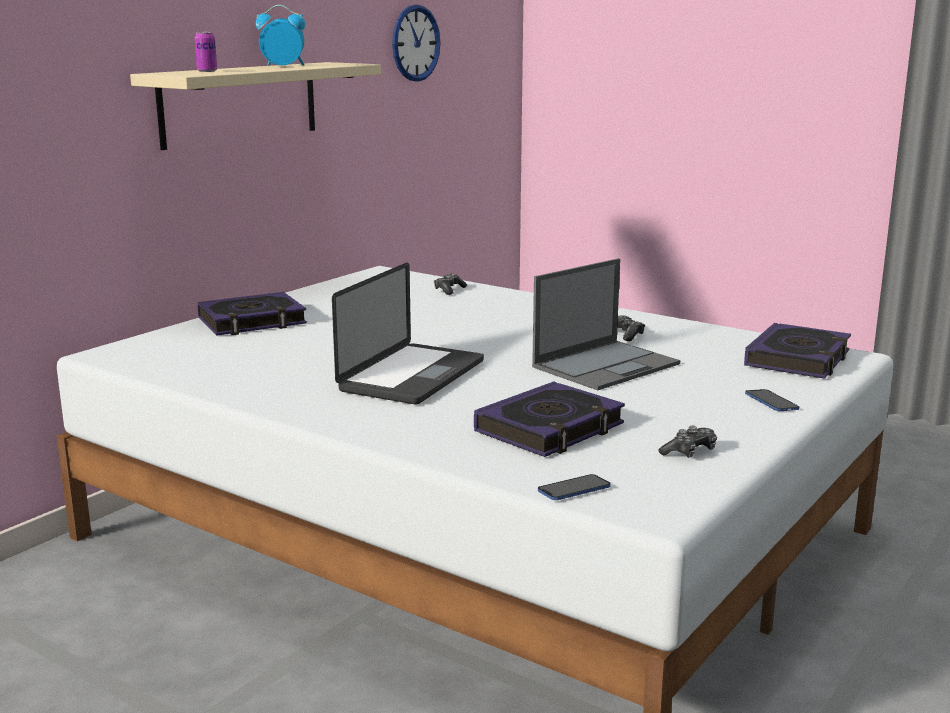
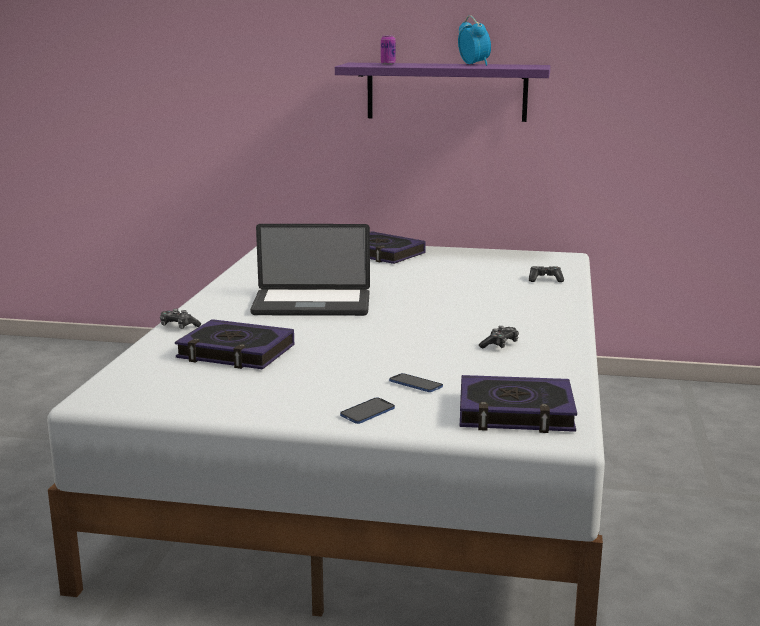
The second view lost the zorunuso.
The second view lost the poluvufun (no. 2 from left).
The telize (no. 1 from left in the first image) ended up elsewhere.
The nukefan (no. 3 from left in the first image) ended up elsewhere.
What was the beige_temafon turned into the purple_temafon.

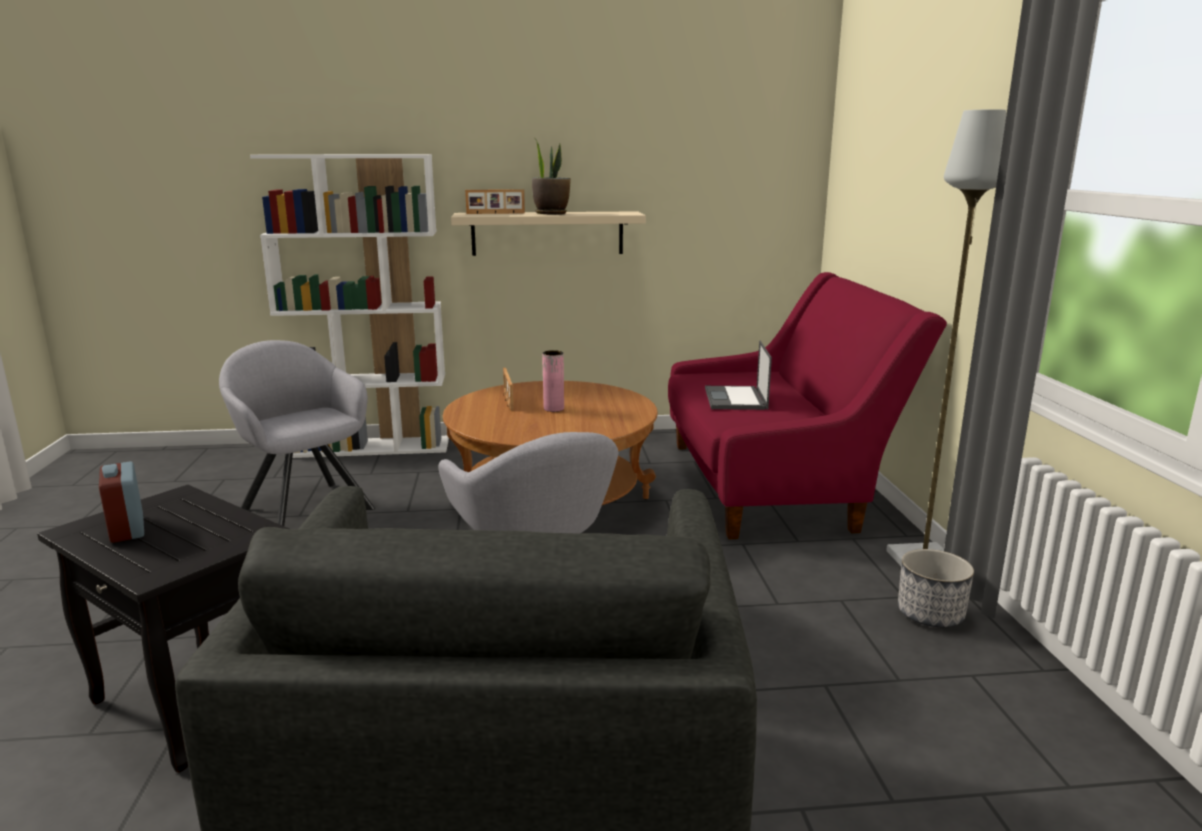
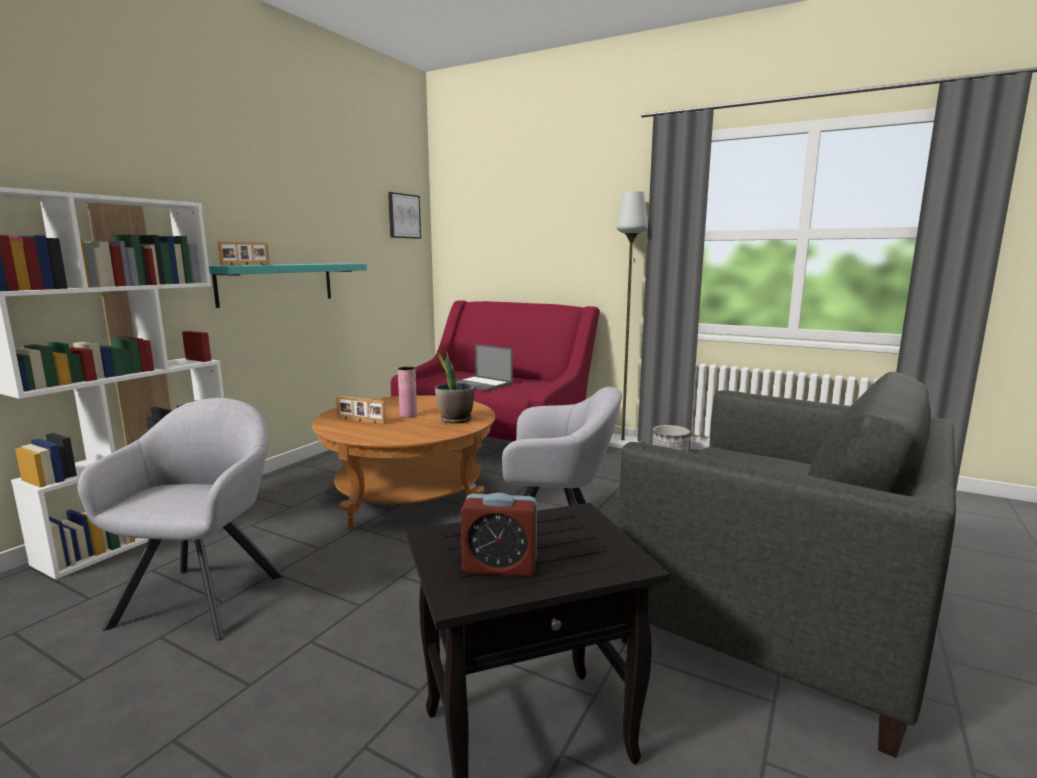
The second view gained the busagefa.
The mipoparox ended up elsewhere.
What was the beige_temafon turned into the turquoise_temafon.
The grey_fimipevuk (no. 1 from left) ended up facing another way, 105 degrees clockwise from before.

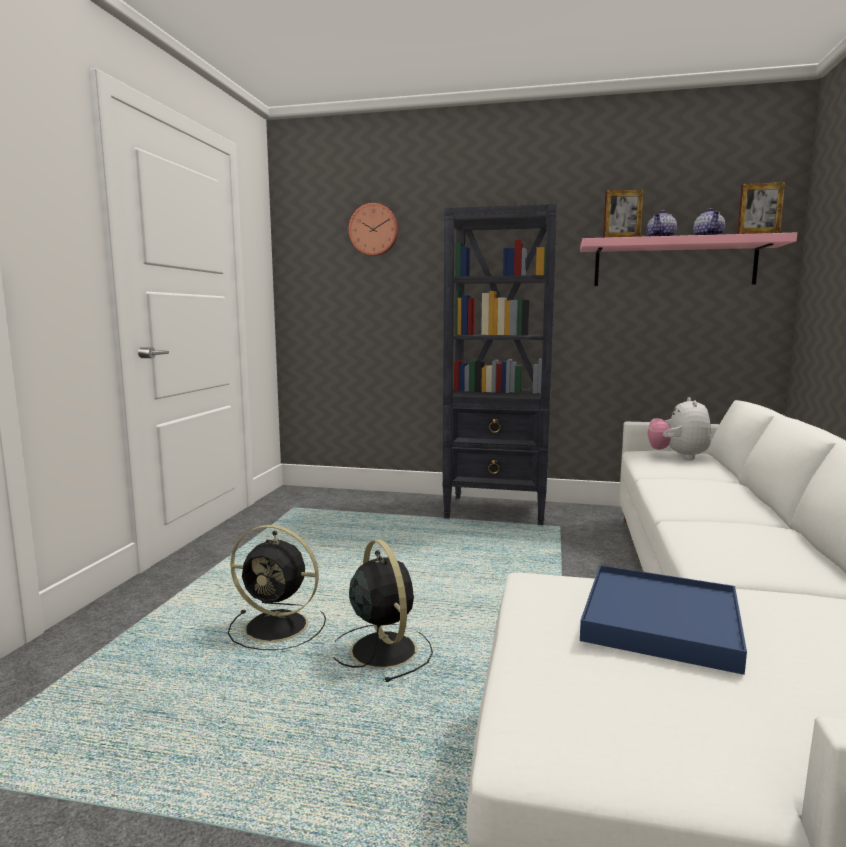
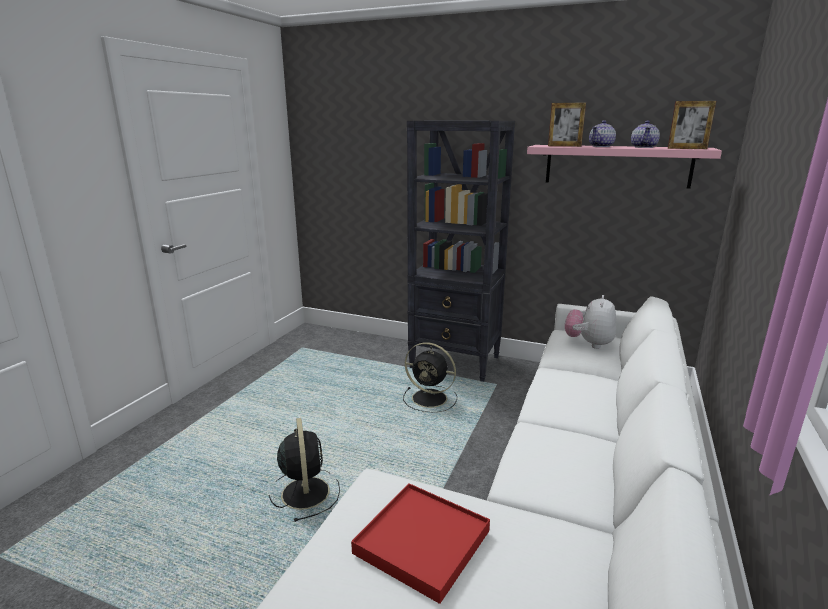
The second view lost the zorunuso.
The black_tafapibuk (no. 1 from left in the first image) ended up elsewhere.
What was the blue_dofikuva turned into the red_dofikuva.

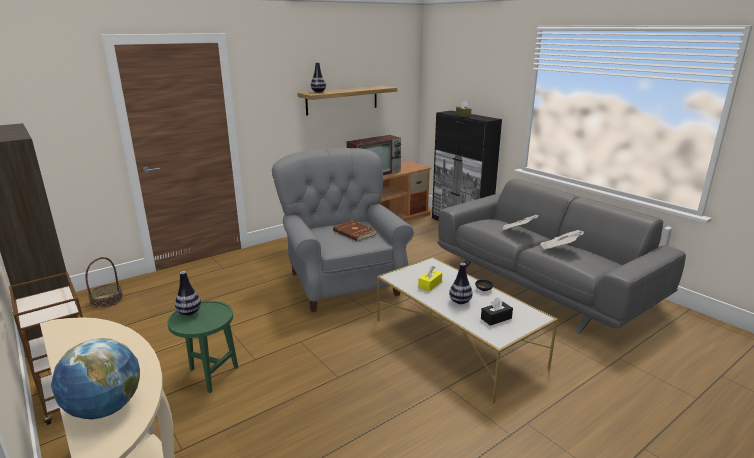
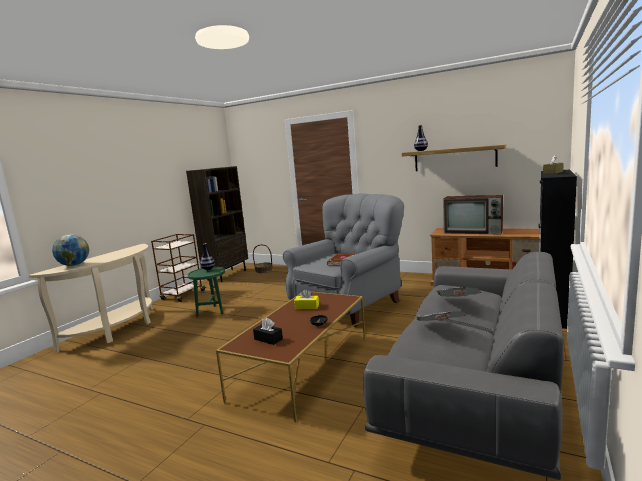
The second view lost the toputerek (no. 3 from left).
What was the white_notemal turned into the brown_notemal.

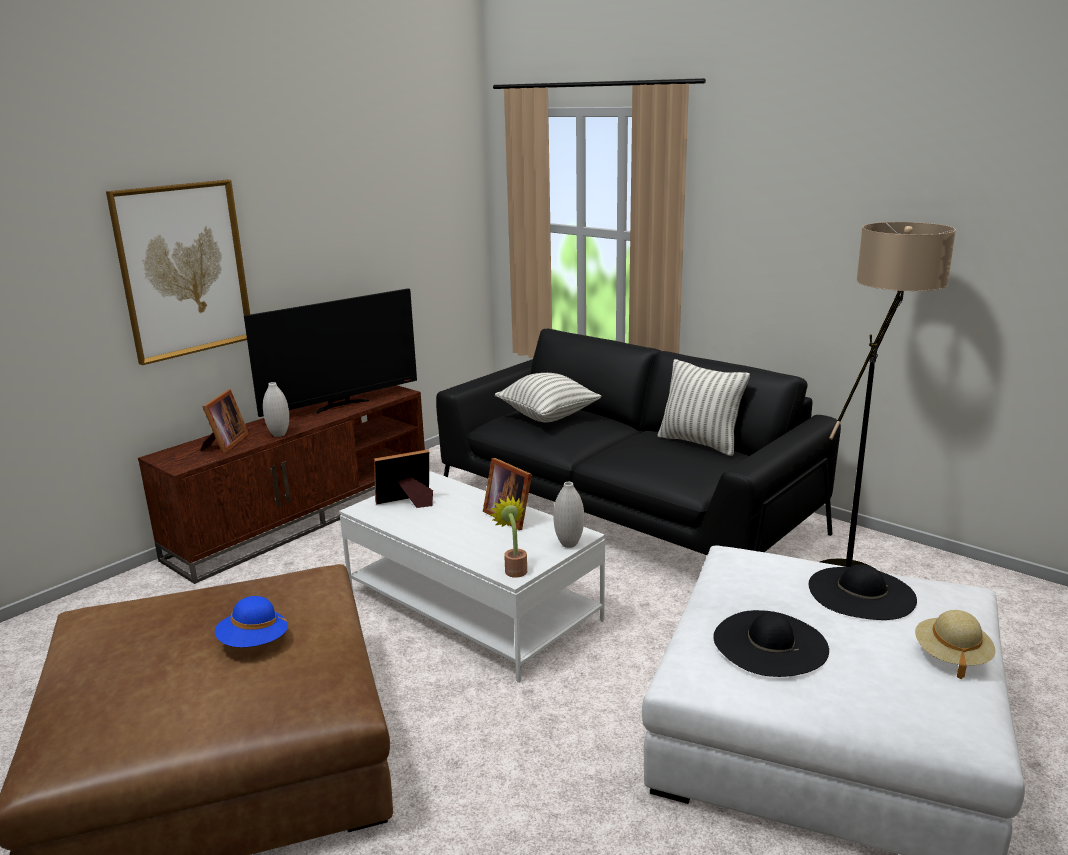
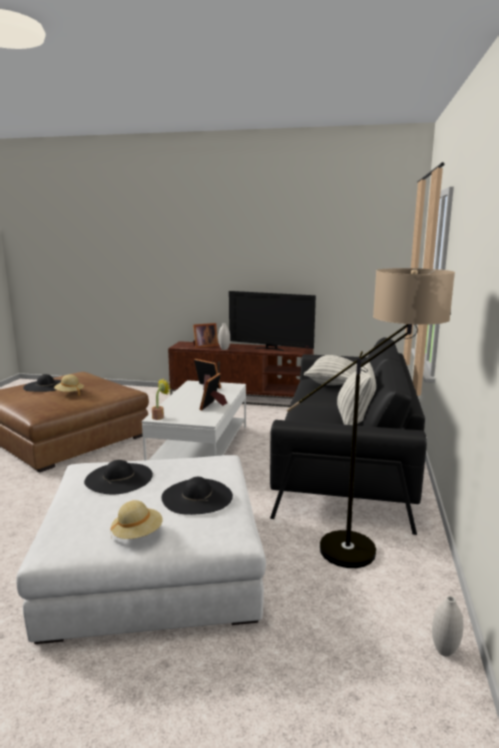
The second view lost the busagefa.
The second view gained the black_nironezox (no. 1 from left).
The white_toputerek (no. 2 from left) ended up elsewhere.
What was the blue_nironezox turned into the beige_nironezox (no. 1 from left).

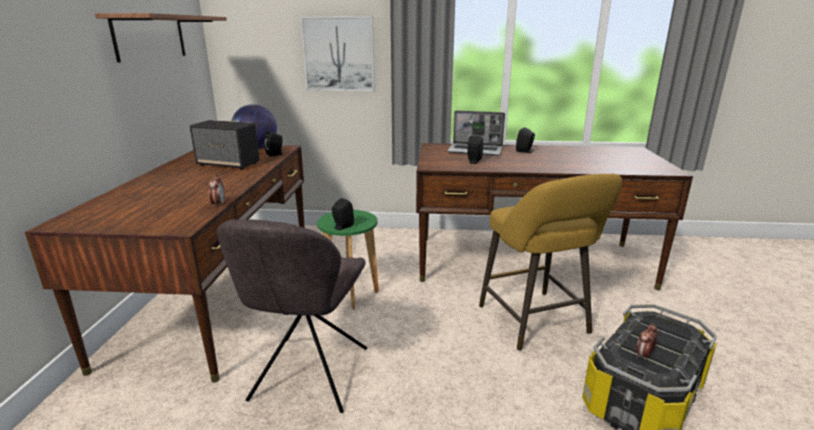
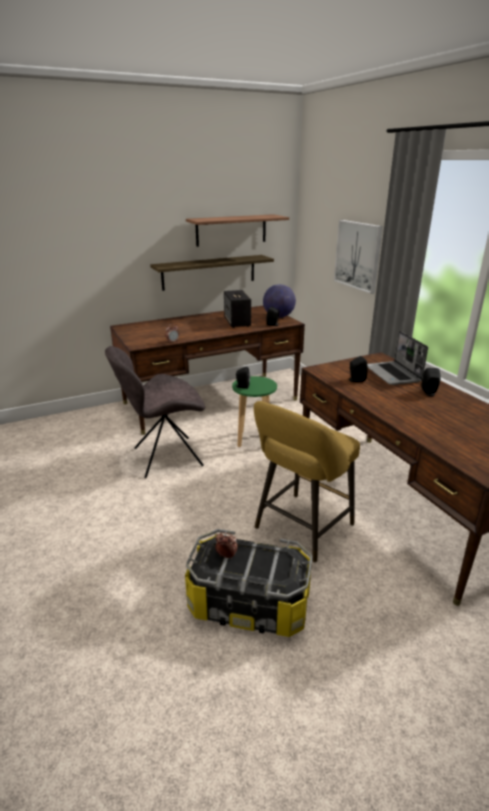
The second view gained the temafon (no. 1 from left).

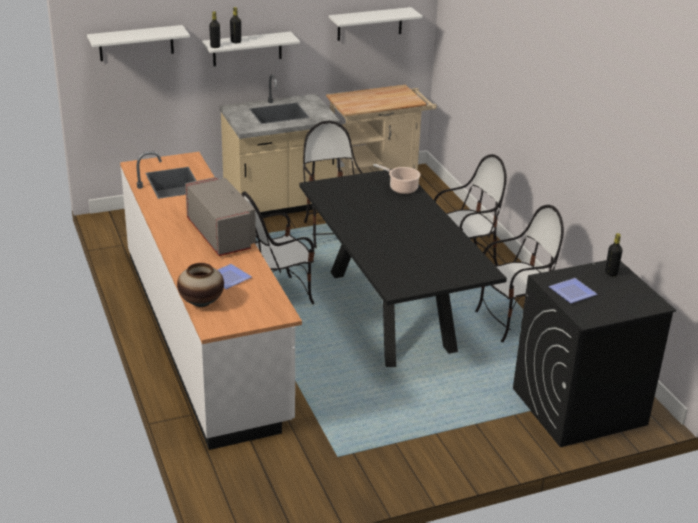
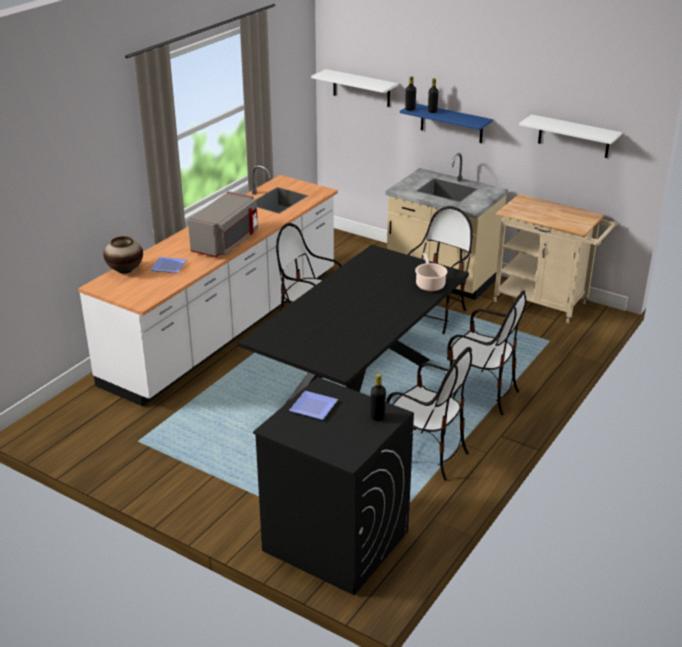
What was the white_temafon (no. 2 from left) turned into the blue_temafon.

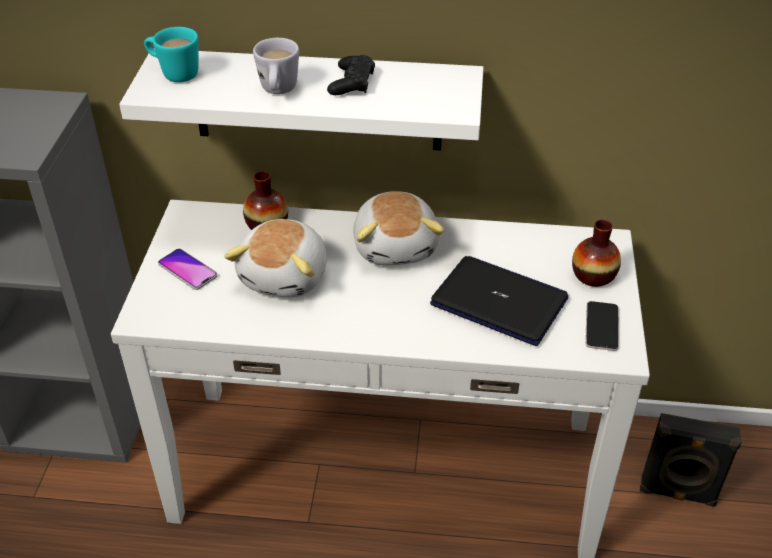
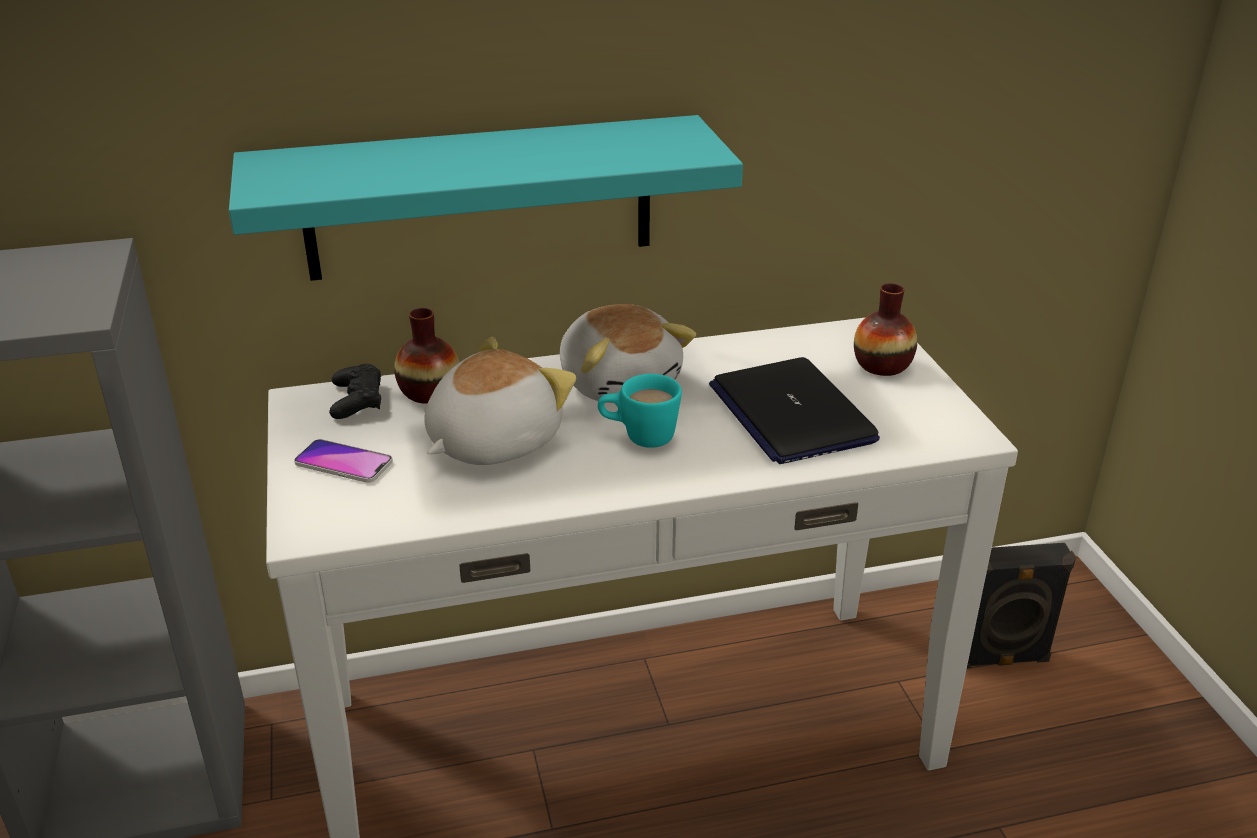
The second view lost the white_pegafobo.
The second view lost the telize (no. 2 from left).
The turquoise_pegafobo ended up elsewhere.
The black_nukefan ended up elsewhere.
What was the white_temafon turned into the turquoise_temafon.
The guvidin (no. 1 from left) ended up facing another way, 135 degrees counterclockwise from before.
The poluvufun ended up facing another way, 120 degrees counterclockwise from before.

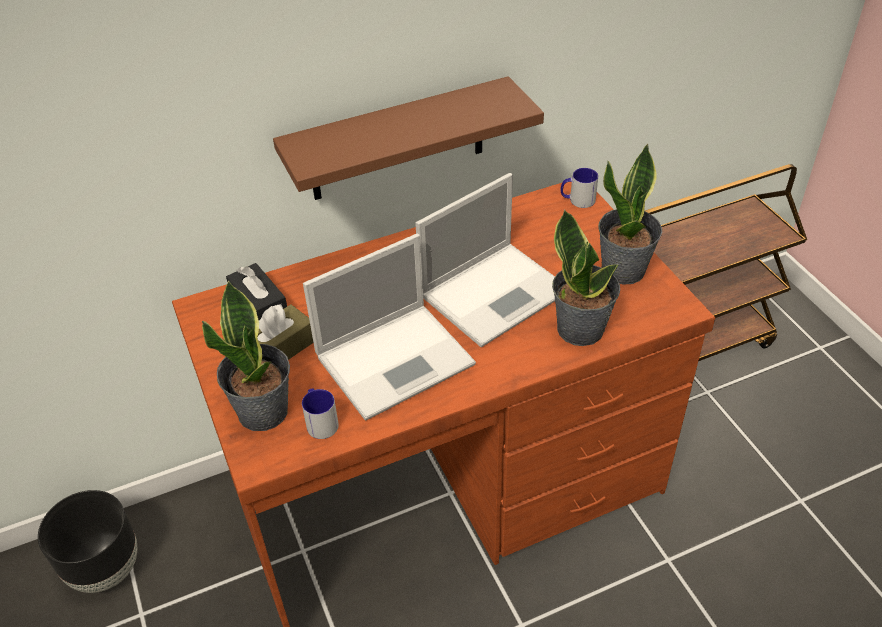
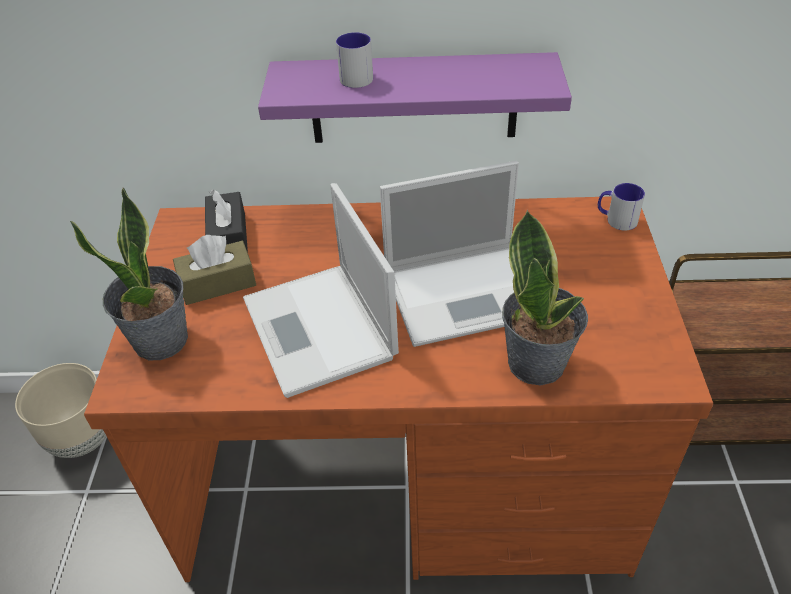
The second view lost the mipoparox (no. 3 from left).
The pegafobo (no. 1 from left) ended up elsewhere.
What was the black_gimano turned into the beige_gimano.
What was the brown_temafon turned into the purple_temafon.
The poluvufun (no. 1 from left) ended up facing another way, 75 degrees clockwise from before.

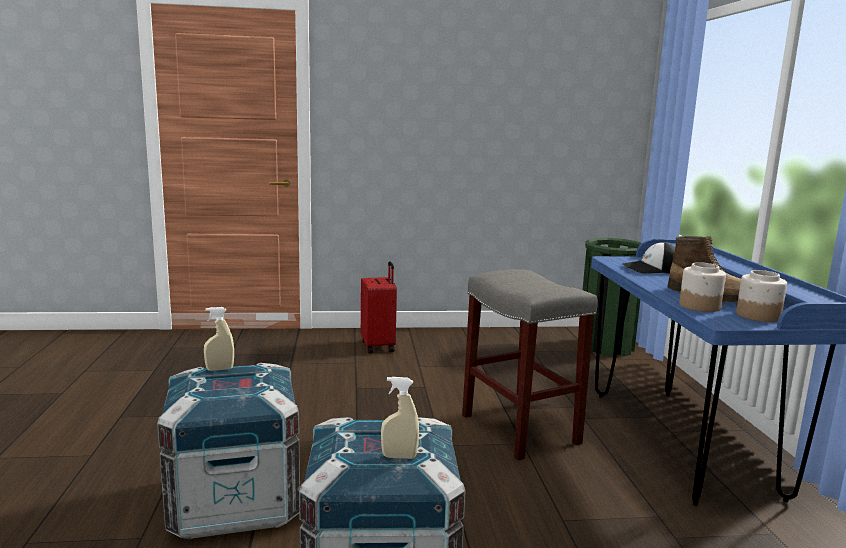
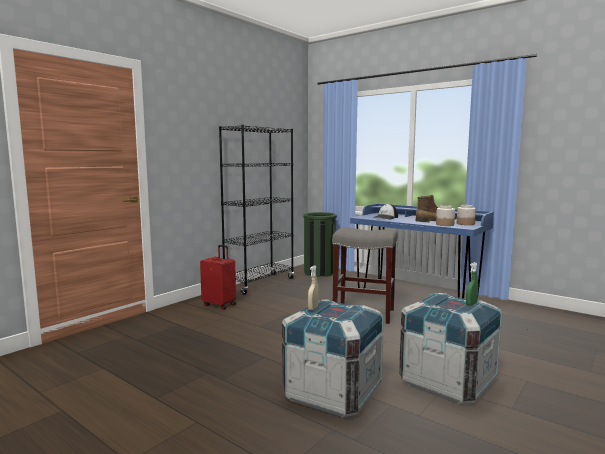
The second view gained the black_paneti.
What was the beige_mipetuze (no. 2 from left) turned into the green_mipetuze.

